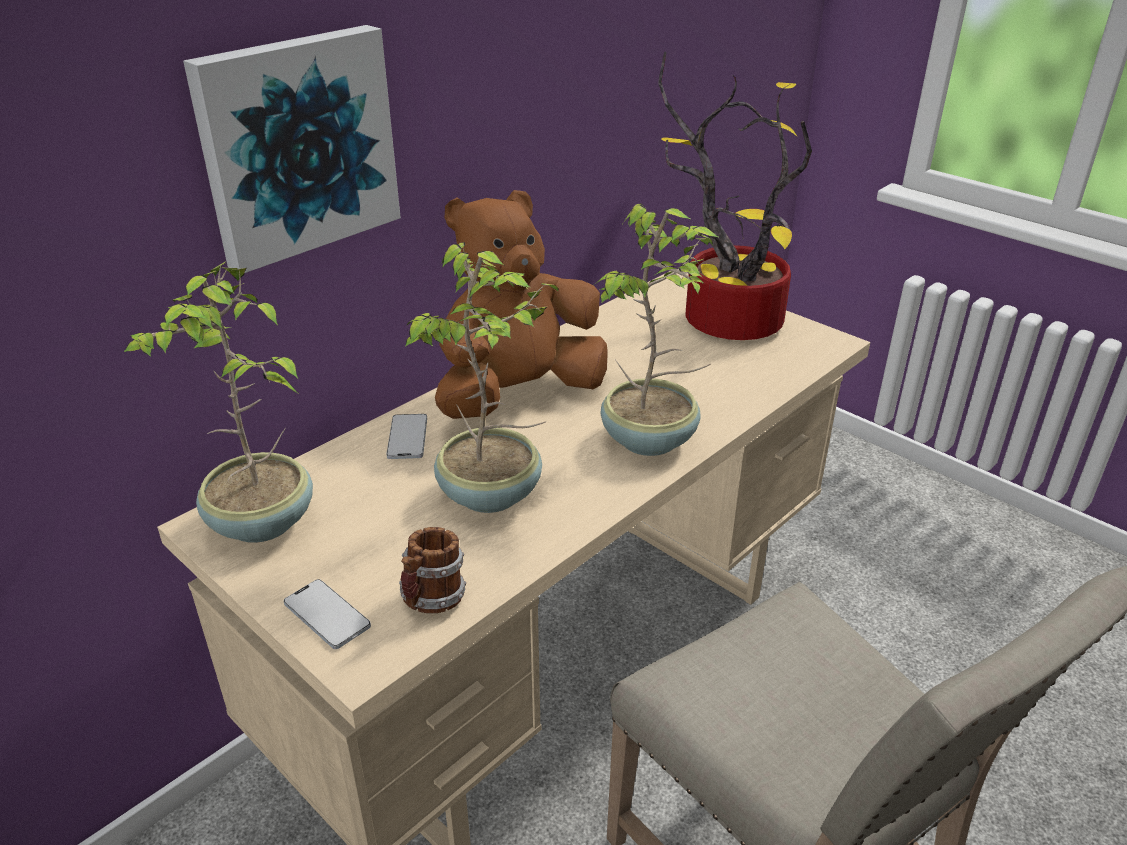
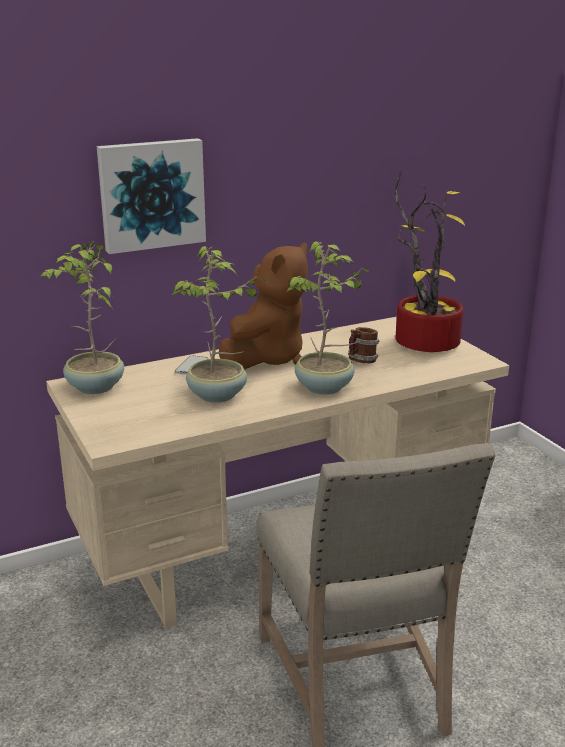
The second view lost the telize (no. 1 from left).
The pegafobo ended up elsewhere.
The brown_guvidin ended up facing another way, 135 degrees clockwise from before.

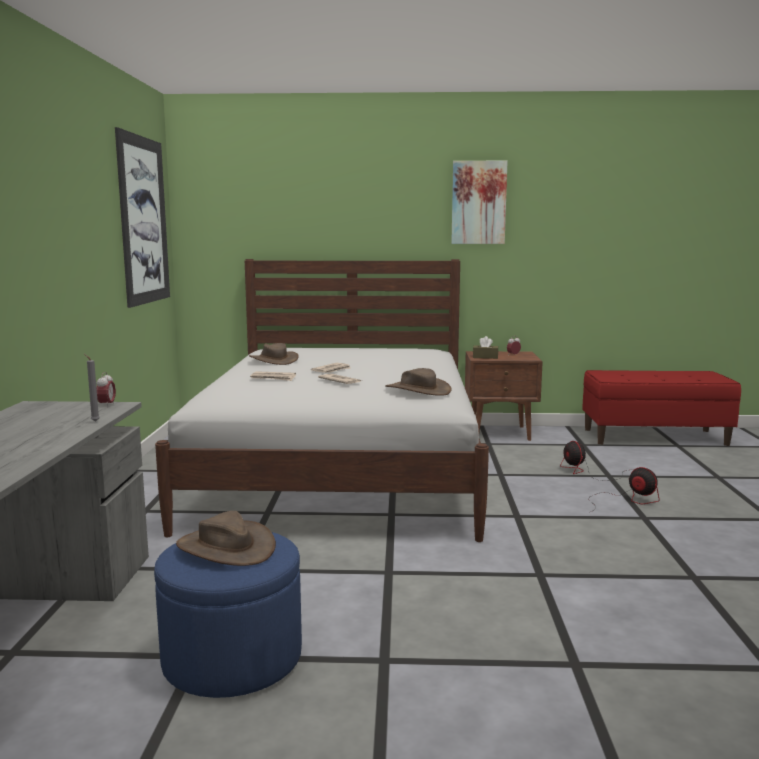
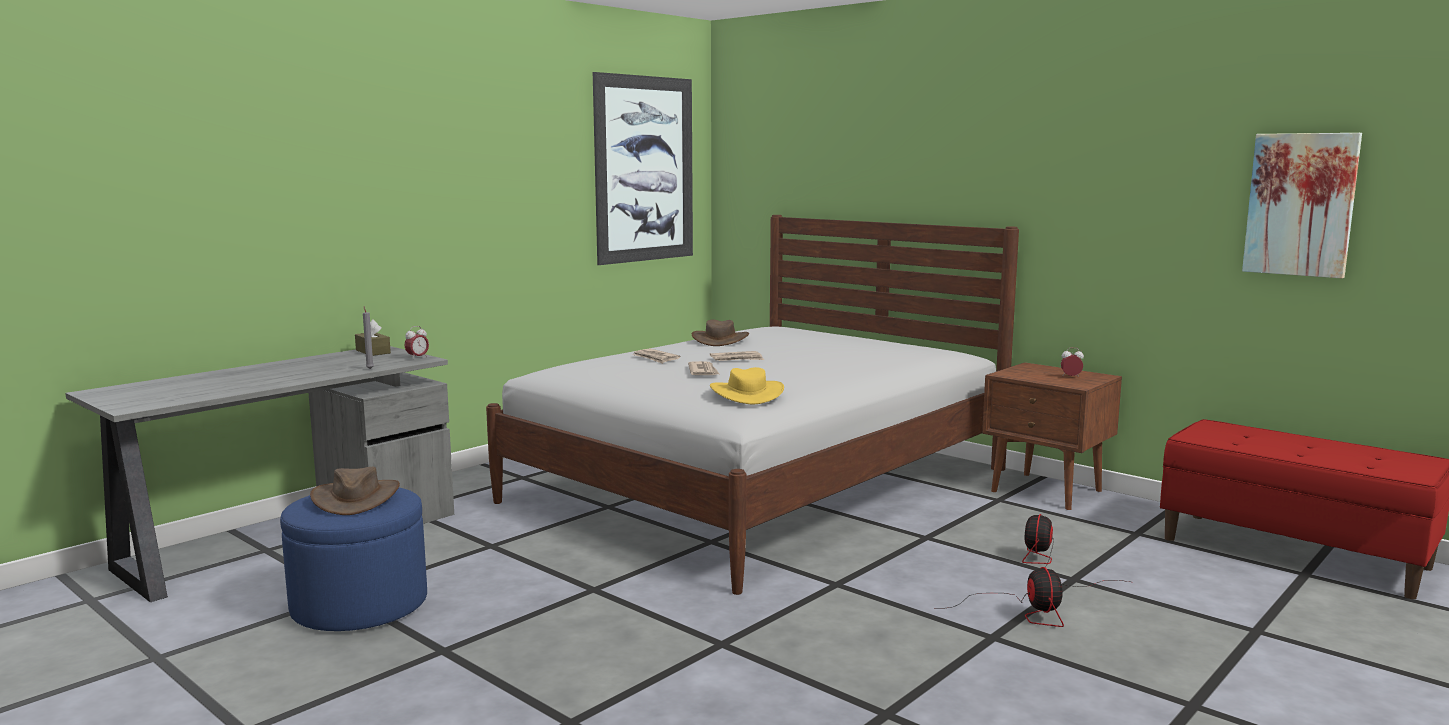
The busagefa (no. 2 from left) ended up elsewhere.
The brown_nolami ended up elsewhere.
What was the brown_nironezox (no. 3 from left) turned into the yellow_nironezox.

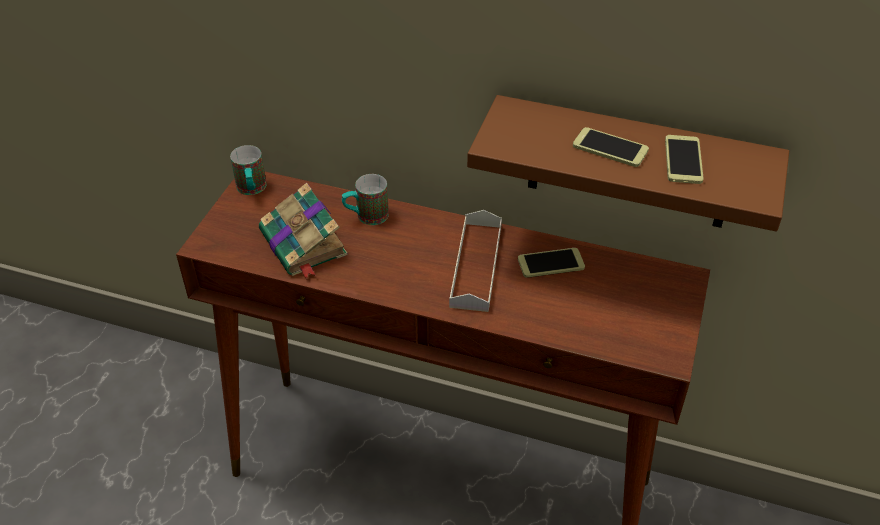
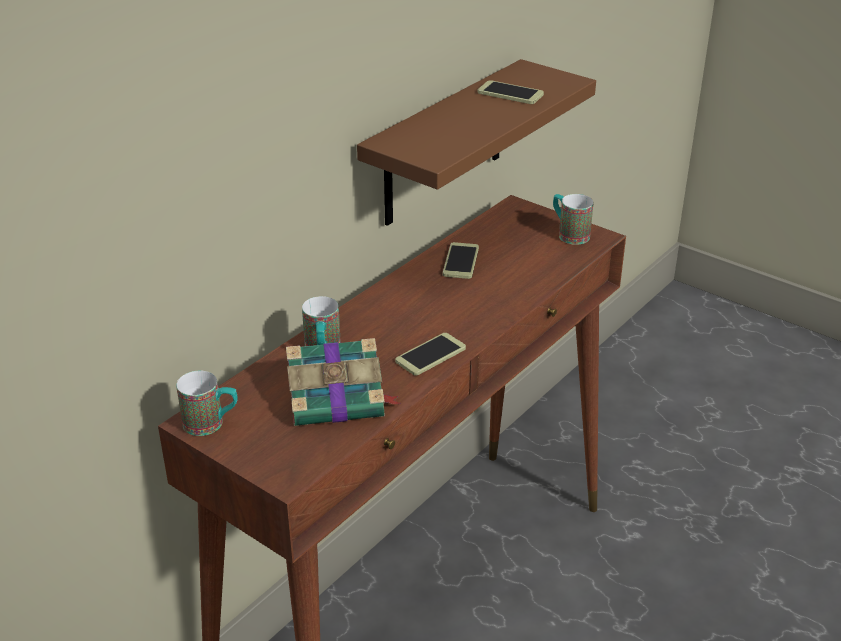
The second view lost the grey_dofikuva.
The second view gained the pegafobo (no. 3 from left).
The telize (no. 2 from left in the first image) ended up elsewhere.

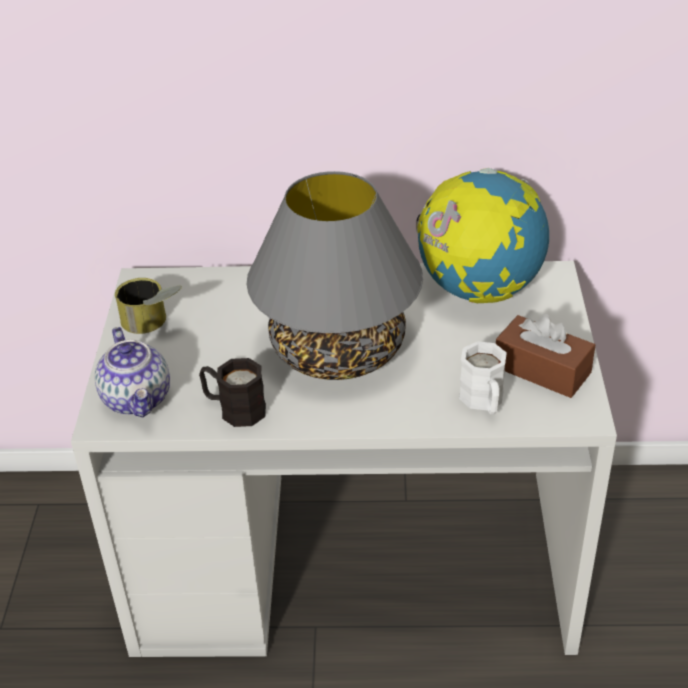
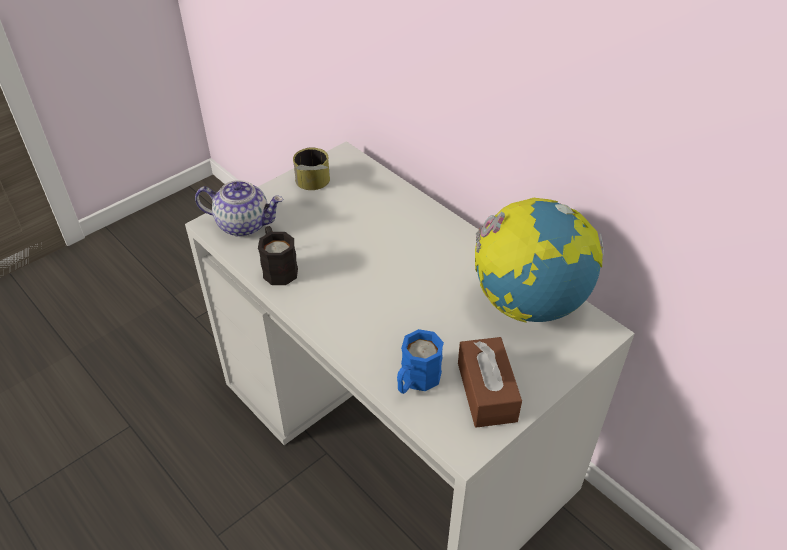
The second view lost the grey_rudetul.
What was the white_pegafobo turned into the blue_pegafobo.
The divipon ended up facing another way, 105 degrees counterclockwise from before.

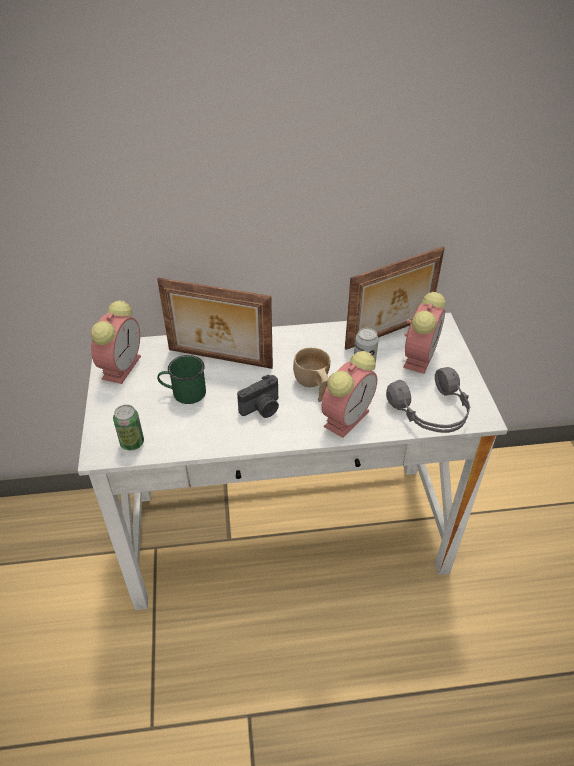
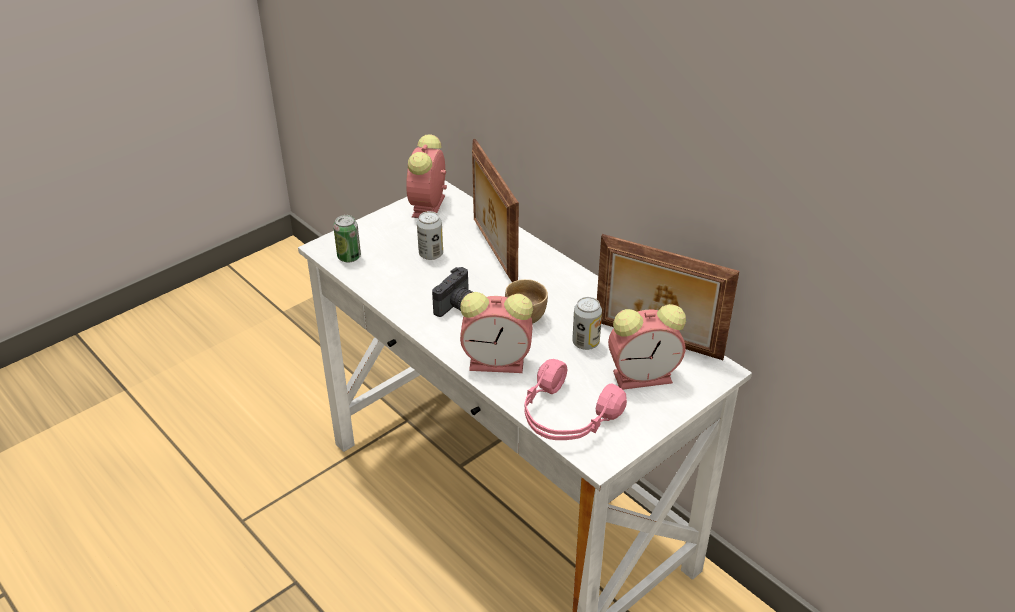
Where the green_pegafobo stood, the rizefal (no. 2 from left) came to stand.
What was the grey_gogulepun turned into the pink_gogulepun.
The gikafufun (no. 1 from left) ended up facing another way, 120 degrees clockwise from before.
The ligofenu ended up facing another way, 75 degrees counterclockwise from before.

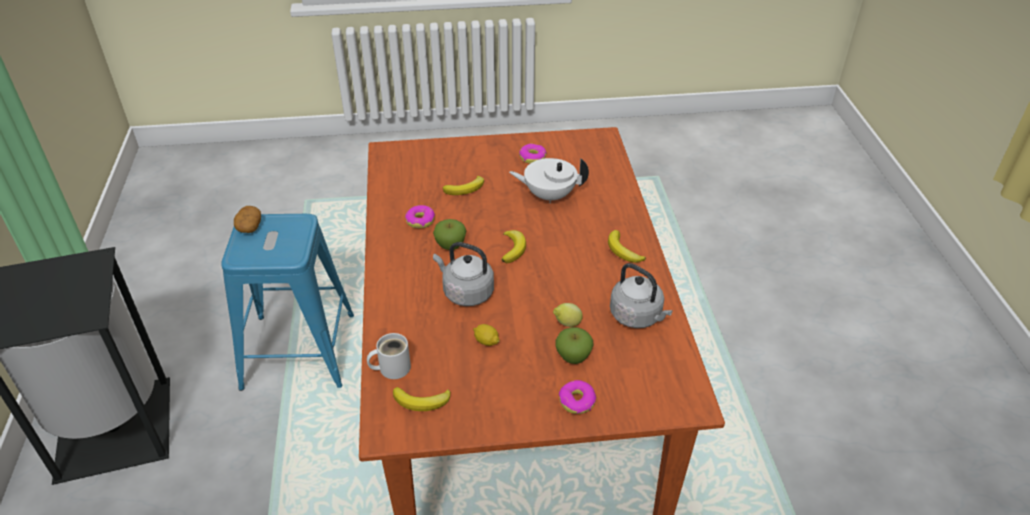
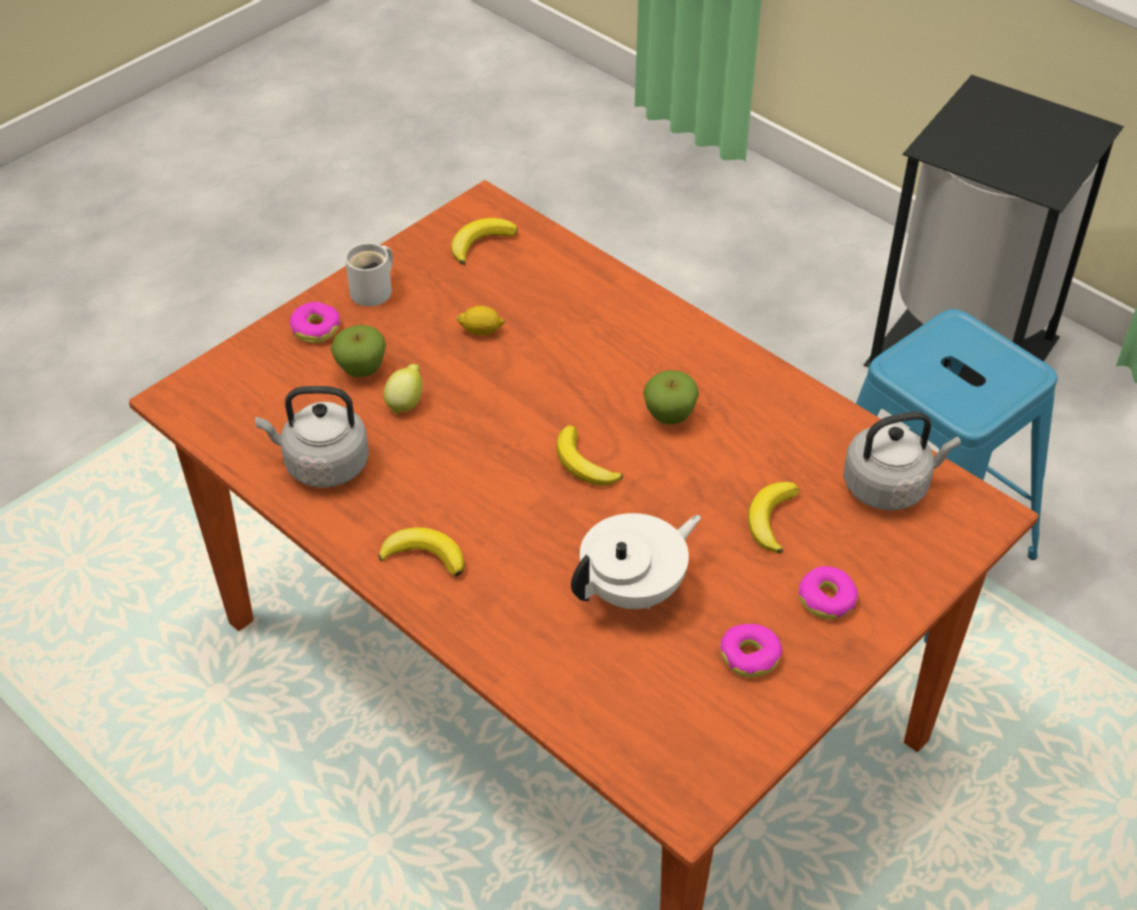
The second view lost the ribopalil.
The white_pegafobo ended up elsewhere.
The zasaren (no. 1 from left in the first image) ended up elsewhere.
The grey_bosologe (no. 1 from left in the first image) ended up elsewhere.

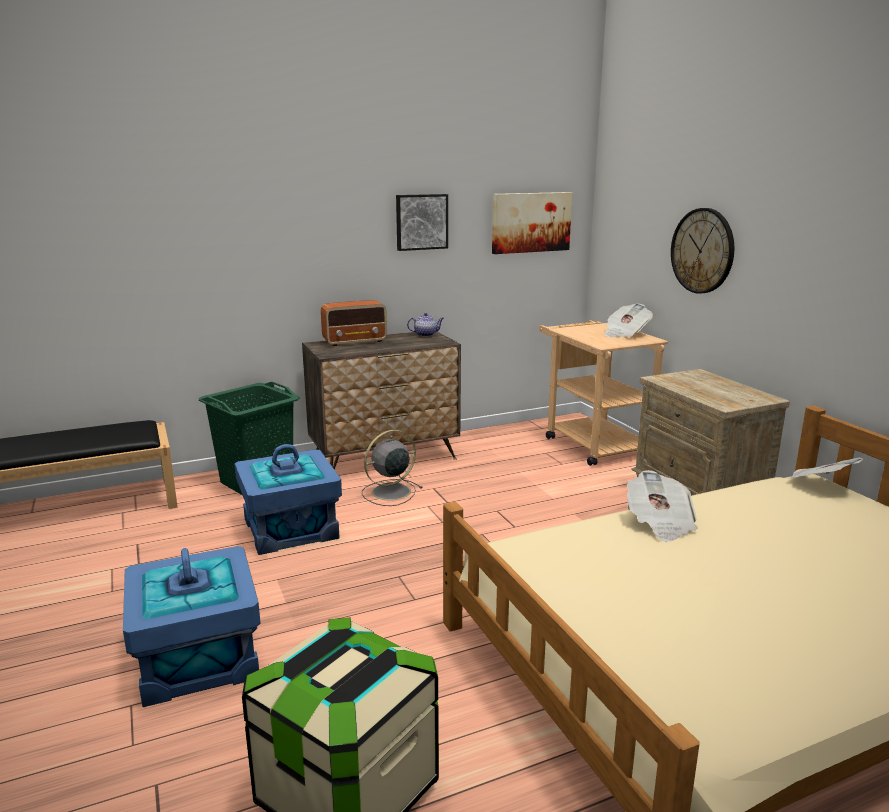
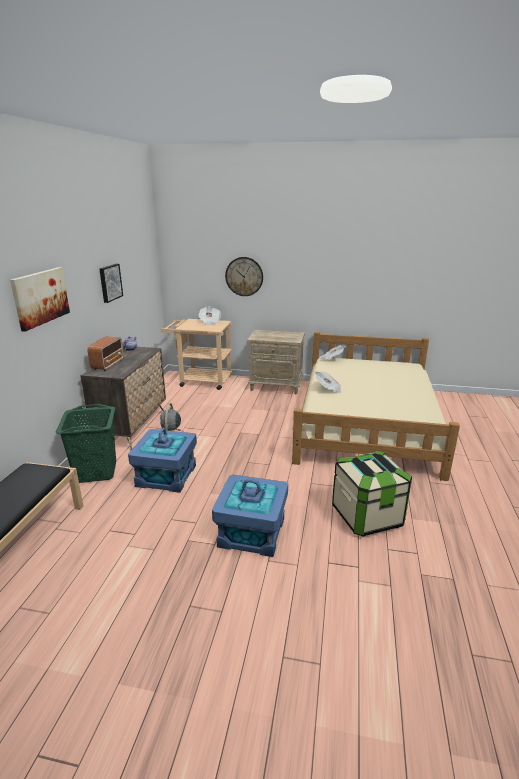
The busagefa (no. 2 from left in the first image) ended up elsewhere.

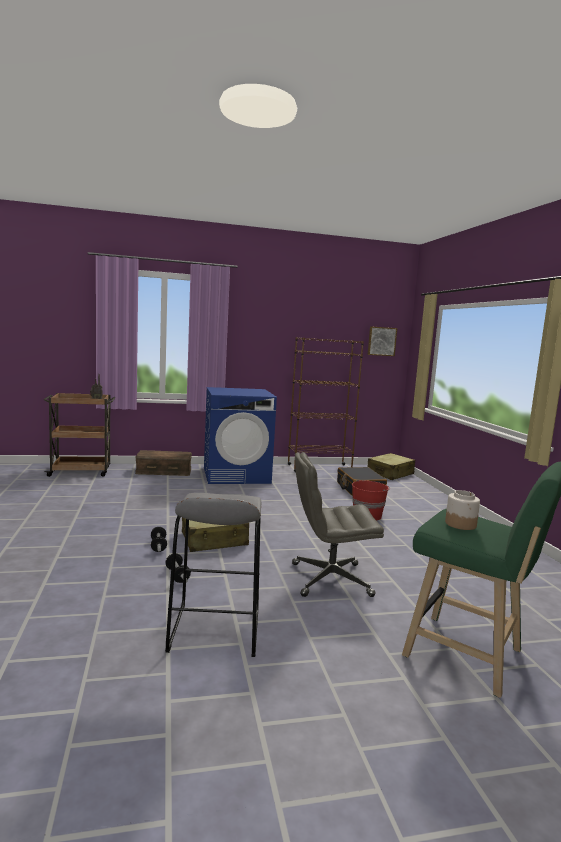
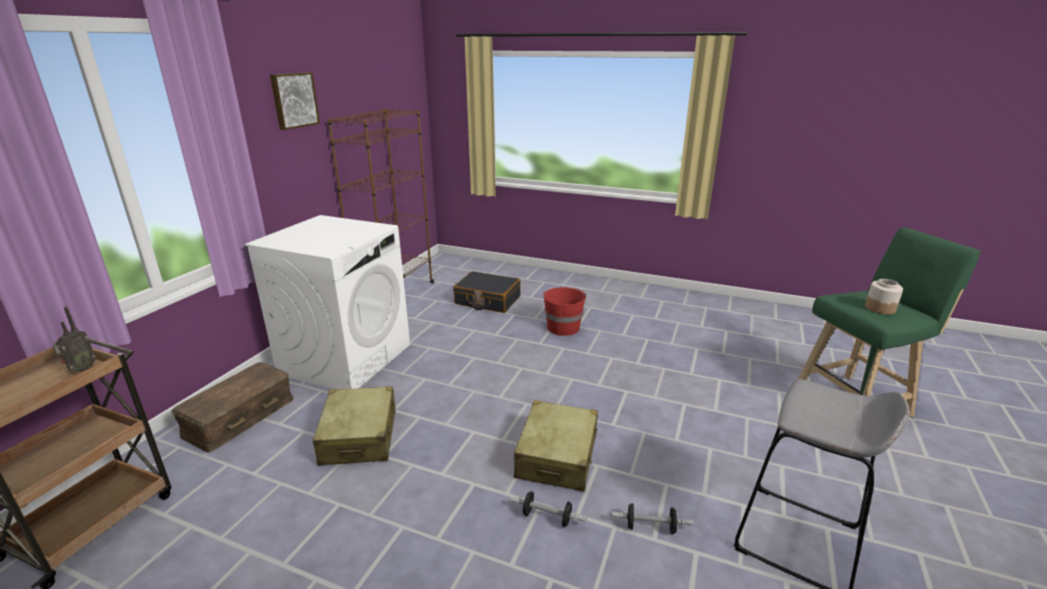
The second view lost the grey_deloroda.
The busagefa ended up elsewhere.
The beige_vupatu (no. 2 from left in the first image) ended up elsewhere.
What was the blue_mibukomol turned into the white_mibukomol.

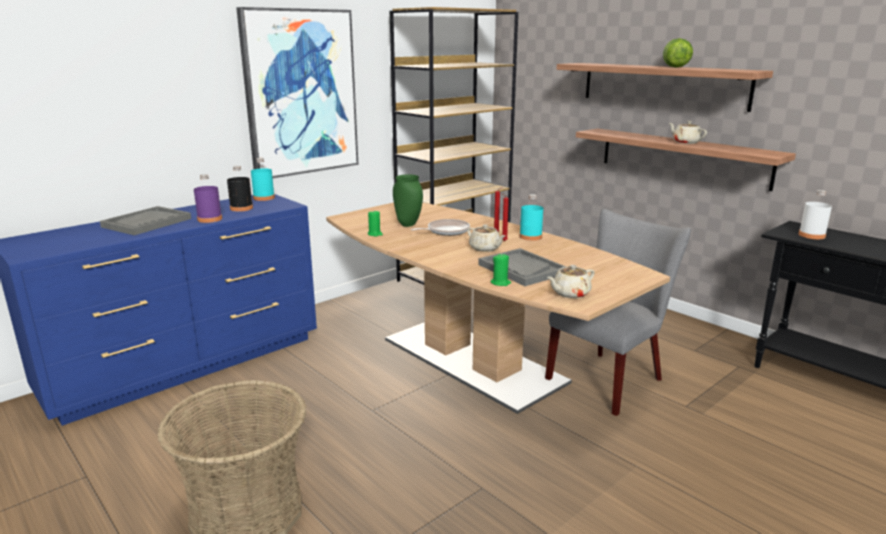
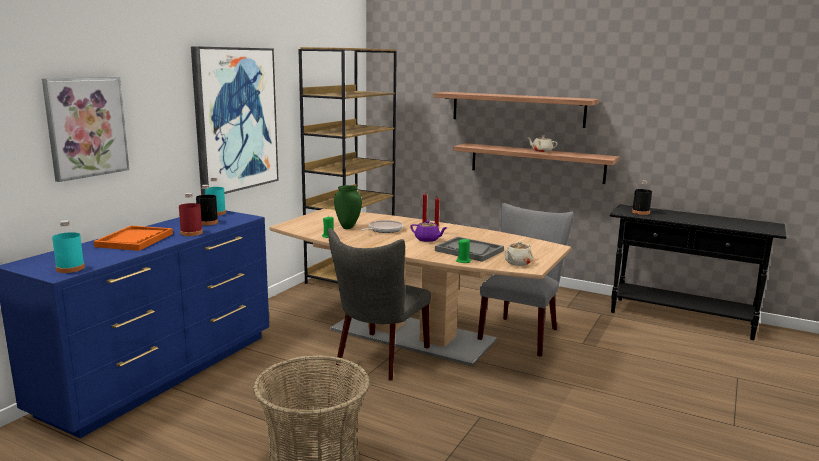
The second view lost the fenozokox.
The second view gained the busagefa (no. 1 from left).
The second view gained the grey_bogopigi (no. 1 from left).
The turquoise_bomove (no. 2 from left in the first image) ended up elsewhere.
What was the grey_dofikuva (no. 1 from left) turned into the orange_dofikuva.
What was the purple_bomove turned into the red_bomove.
What was the beige_divipon (no. 1 from left) turned into the purple_divipon.
What was the white_bomove turned into the black_bomove (no. 2 from left).

